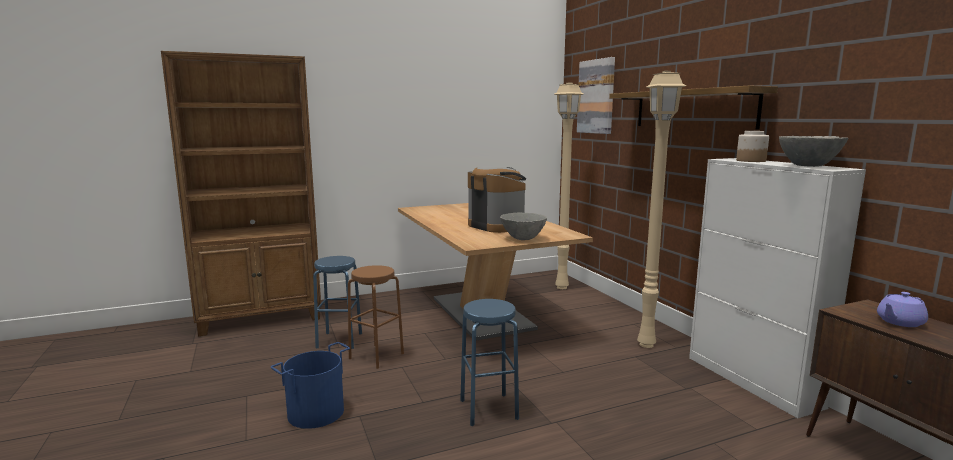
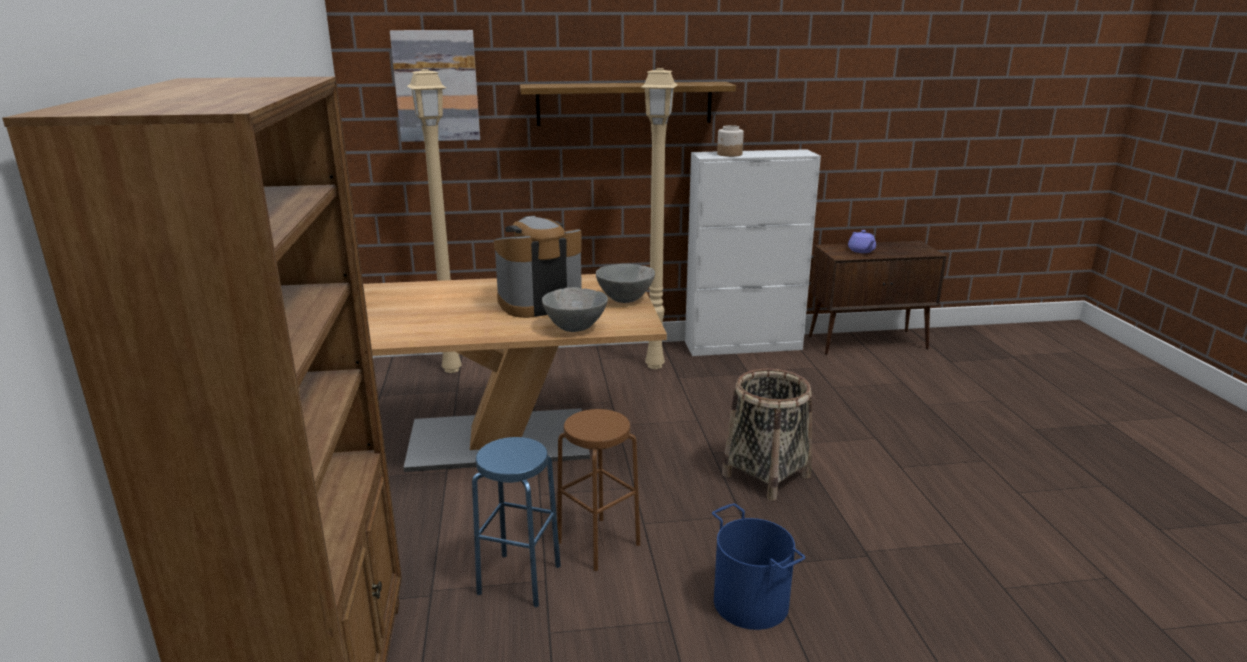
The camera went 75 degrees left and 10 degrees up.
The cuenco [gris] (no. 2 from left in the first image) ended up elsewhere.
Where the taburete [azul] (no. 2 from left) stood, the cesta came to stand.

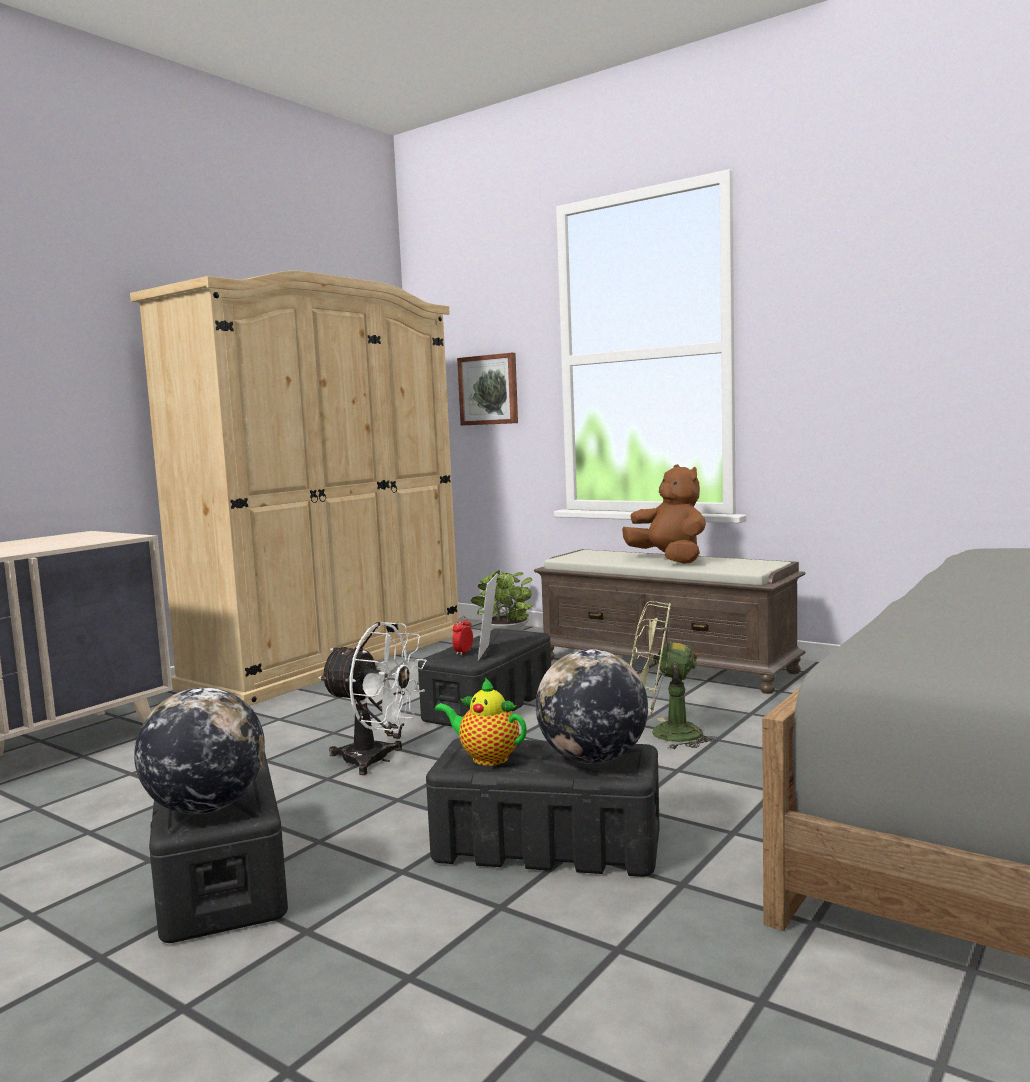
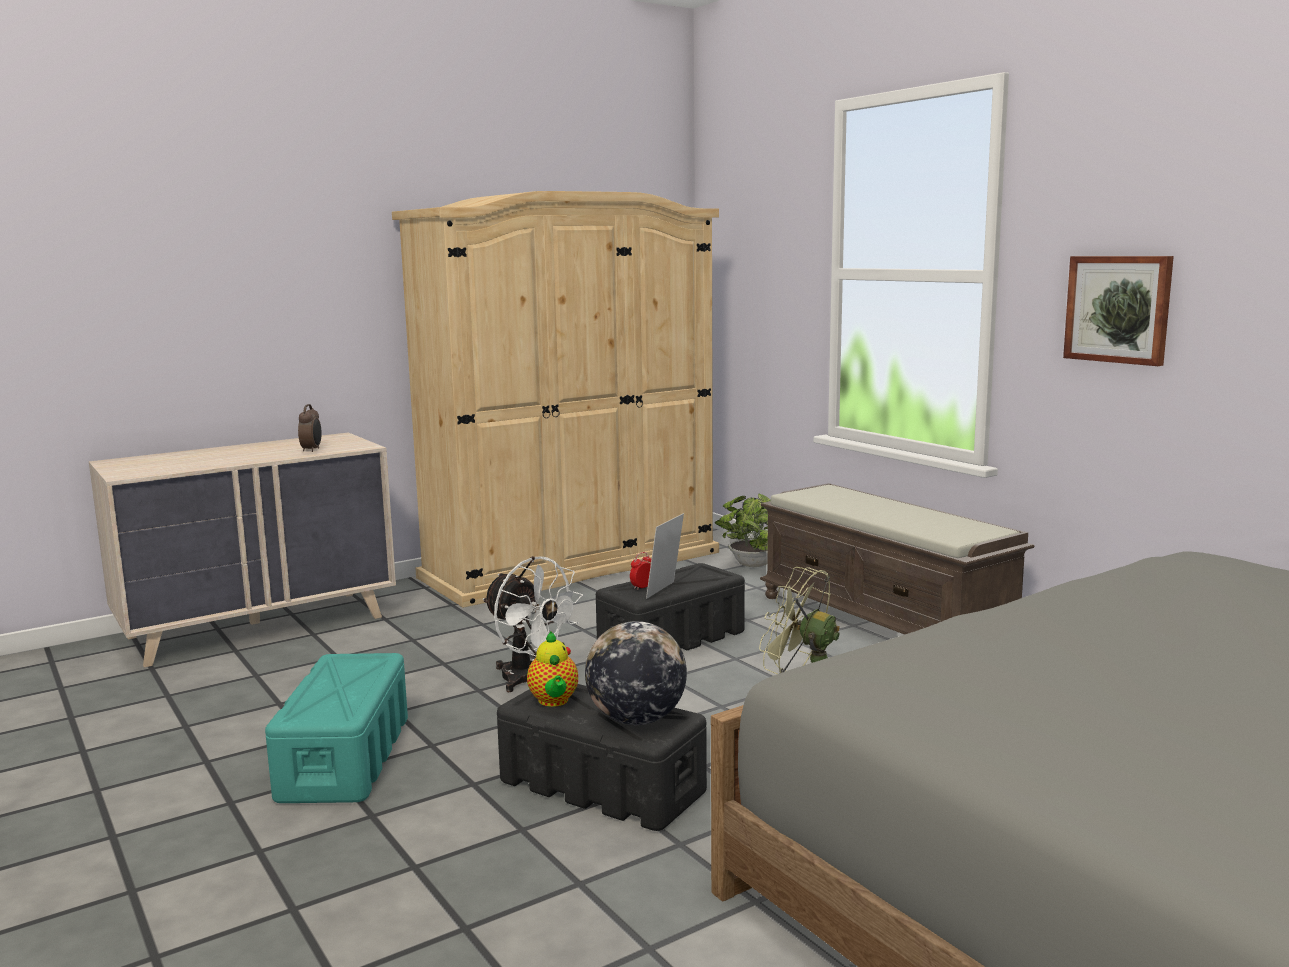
The camera went 20 degrees right and 5 degrees up.
The second view lost the globo terráqueo (no. 1 from left).
The second view lost the peluche [marrón].
The second view gained the despertador (no. 1 from left).
The cuadro ended up elsewhere.
What was the caja de almacenaje [negro] (no. 1 from left) turned into the caja de almacenaje [turquesa].
The tetera ended up facing another way, 150 degrees counterclockwise from before.

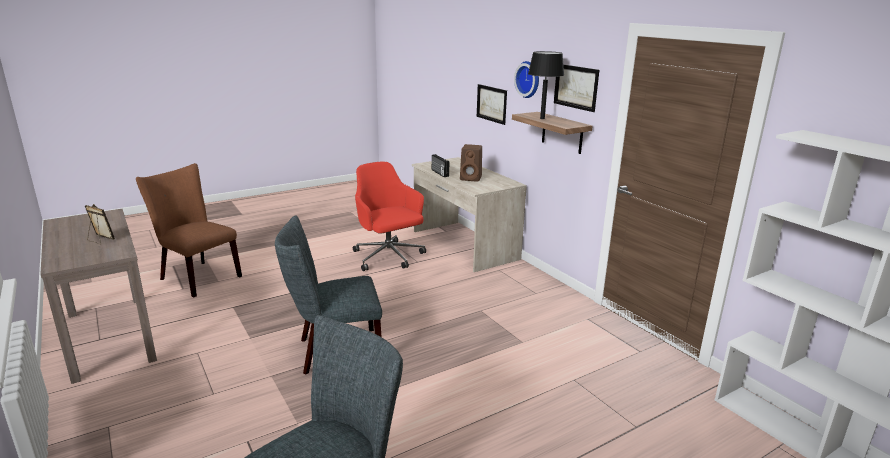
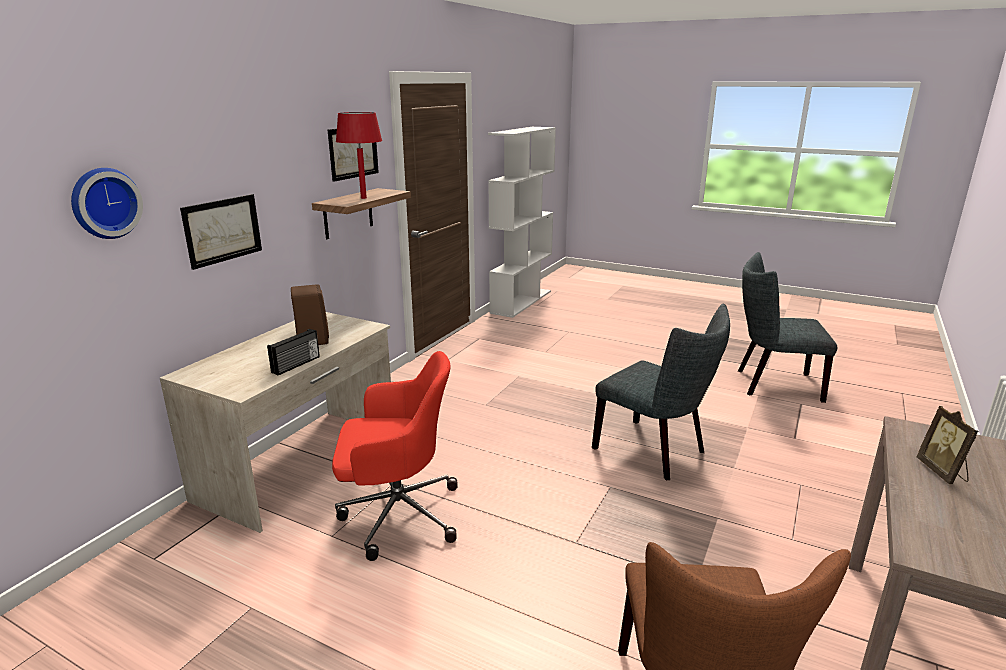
The camera went 120 degrees left and 0 degrees up.
The reloj de pared ended up elsewhere.
What was the lámpara de mesa [negro] turned into the lámpara de mesa [rojo].
The silla de oficina [rojo] ended up facing another way, 120 degrees counterclockwise from before.

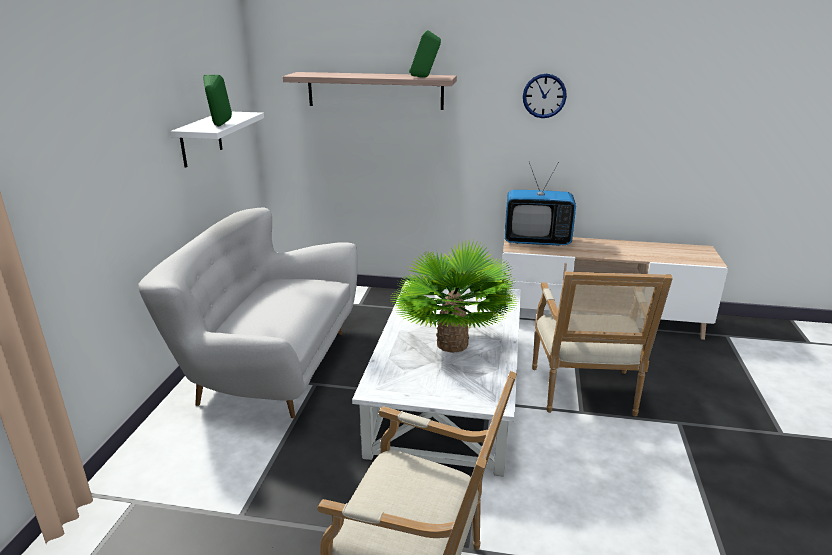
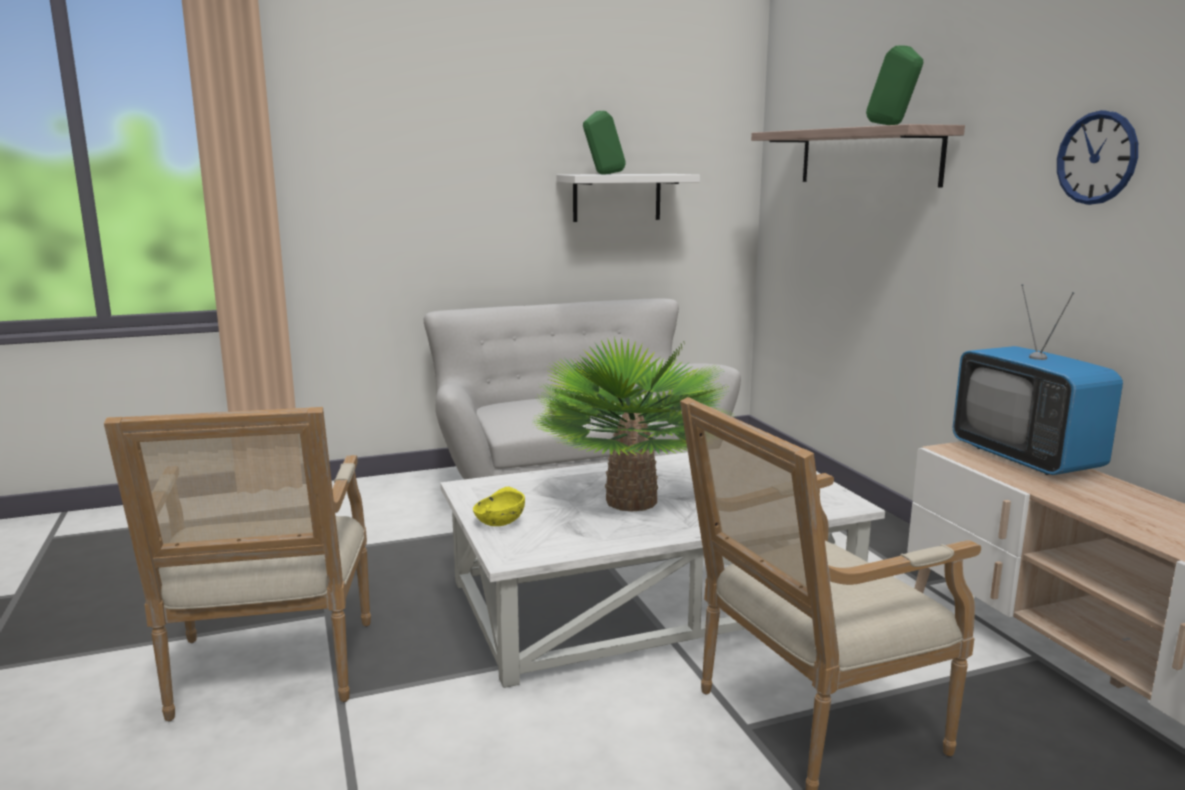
The camera went 60 degrees right and 10 degrees down.
The second view gained the cuenco [amarillo].

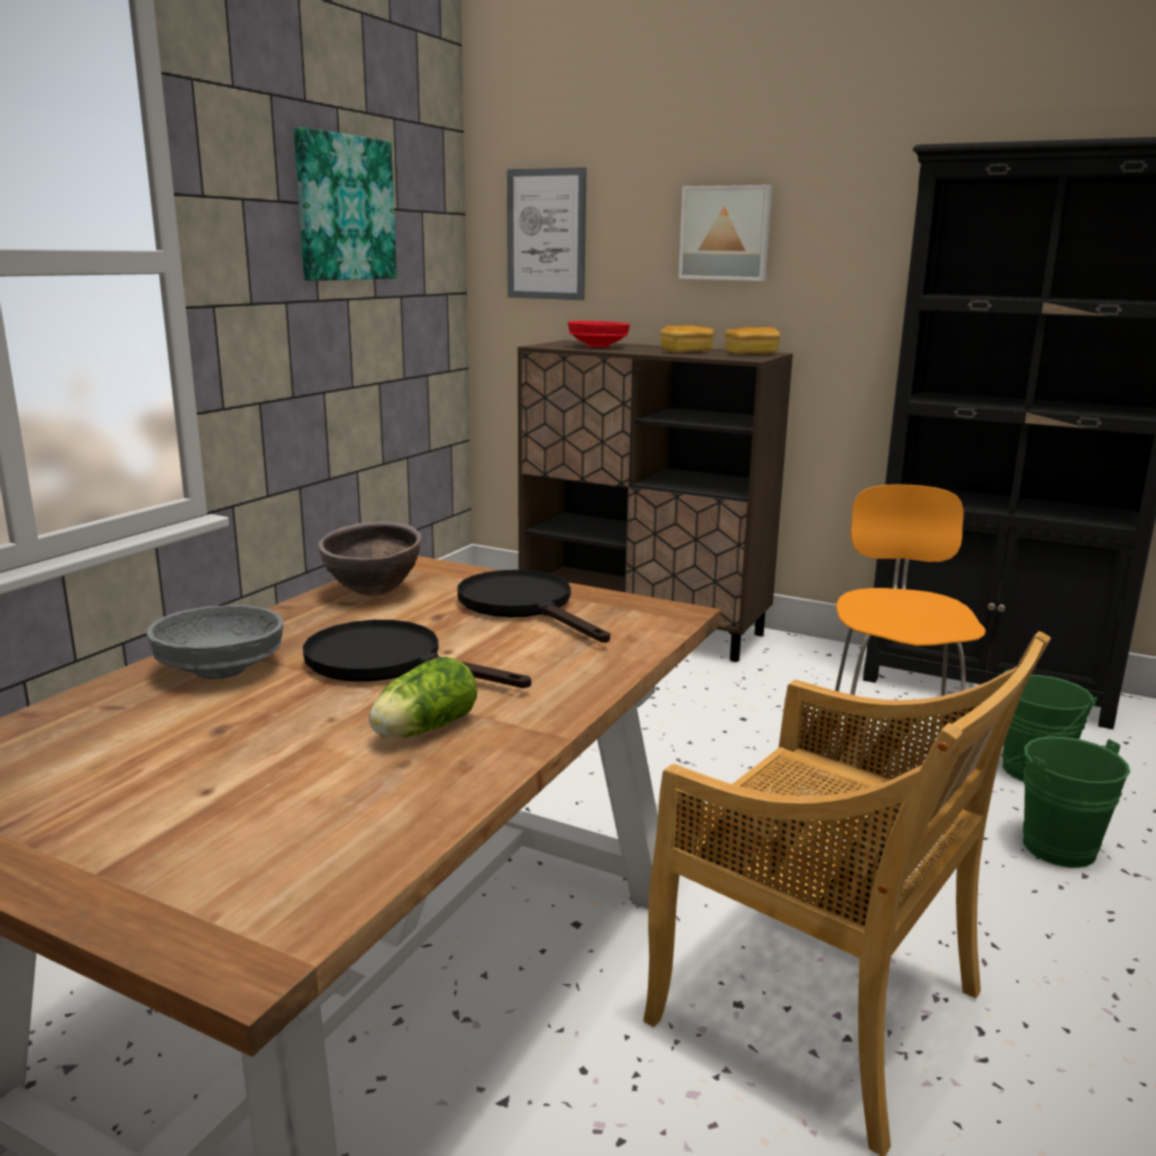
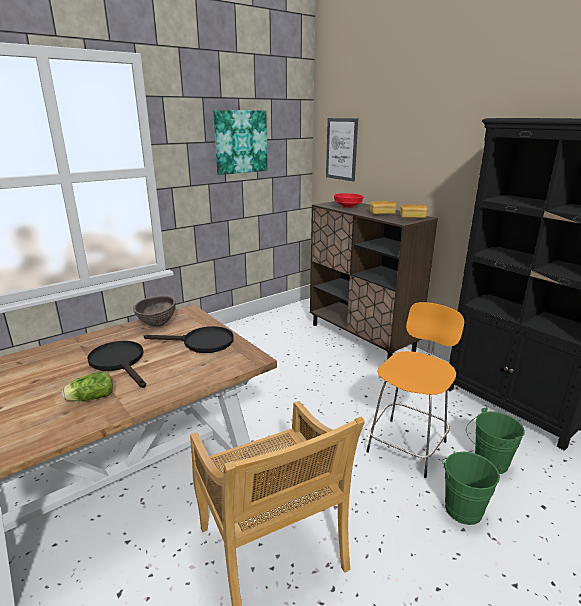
The camera went 25 degrees right and 5 degrees up.
The second view lost the cuenco [gris].
The second view lost the cuadro (no. 3 from left).
The sartén [negro] (no. 2 from left) ended up facing another way, 105 degrees clockwise from before.

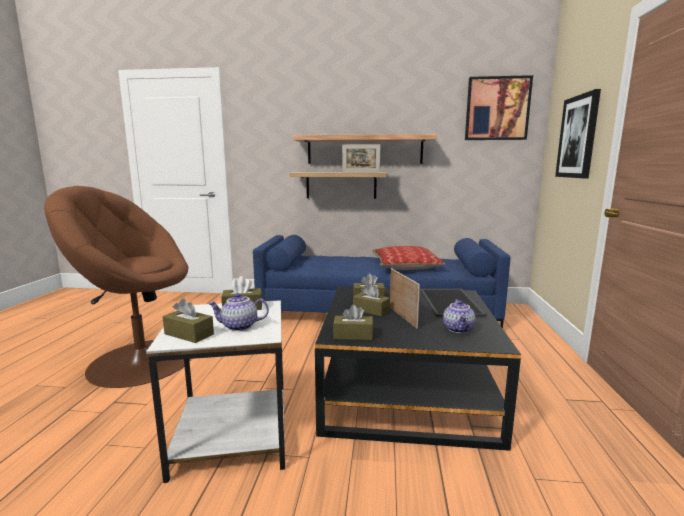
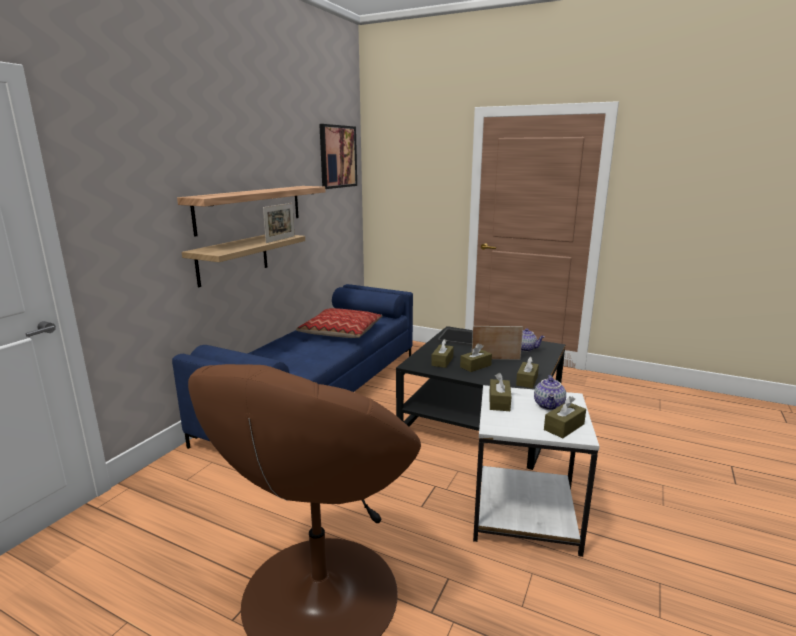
The camera went 70 degrees left and 5 degrees up.
The second view lost the cuadro (no. 2 from left).

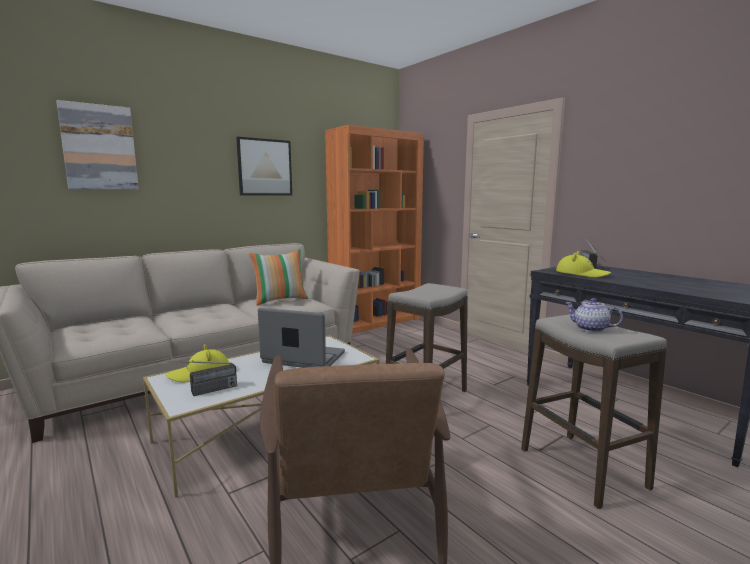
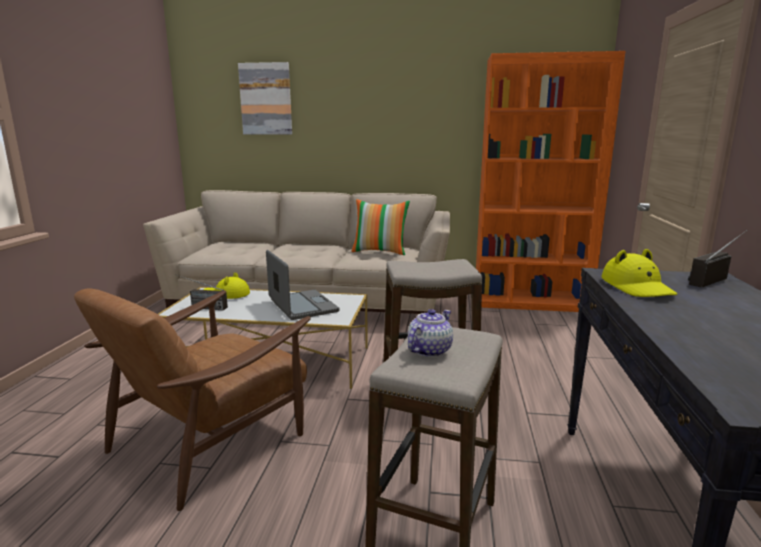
The camera went 45 degrees right and 5 degrees up.
The second view lost the cuadro (no. 2 from left).
The tetera ended up facing another way, 45 degrees clockwise from before.

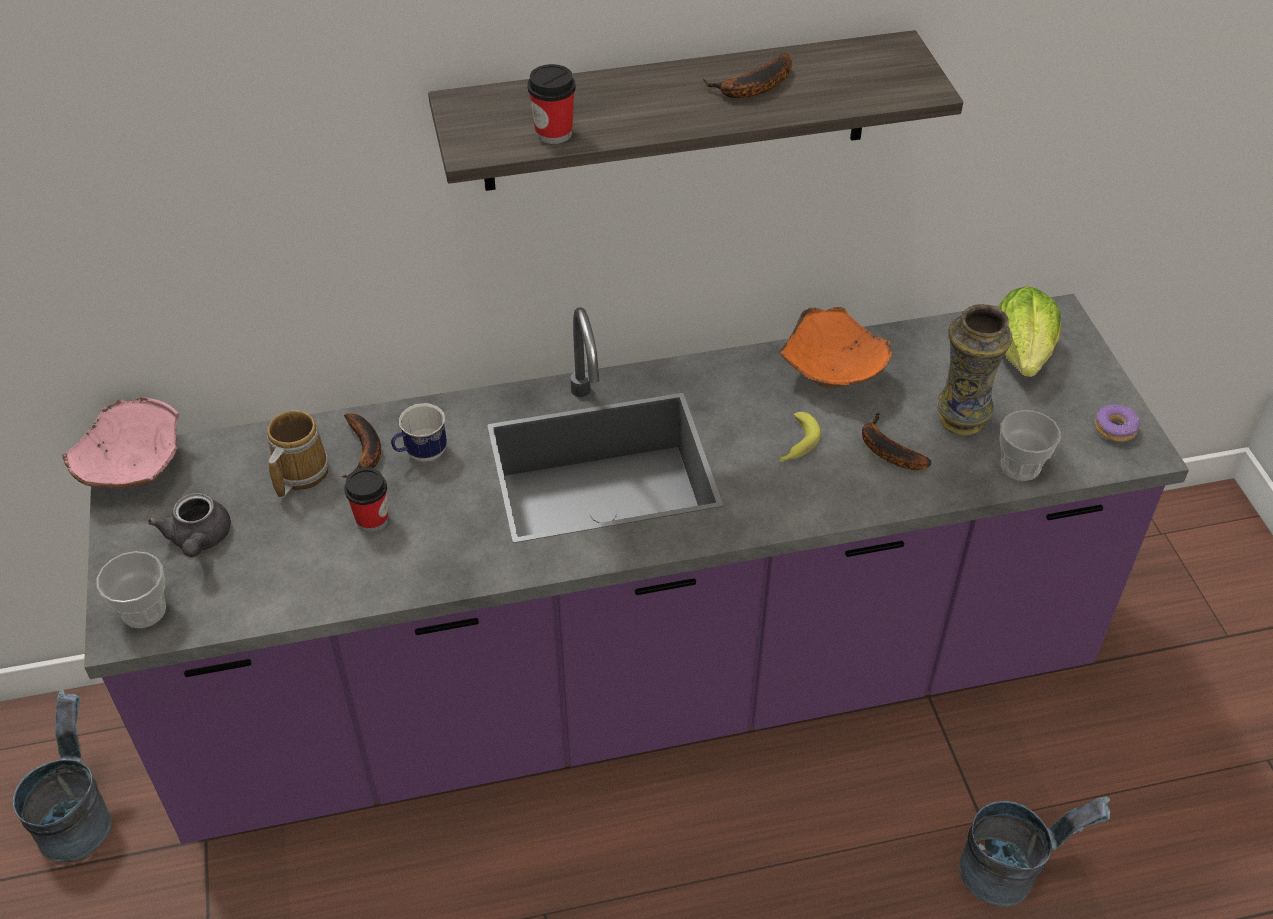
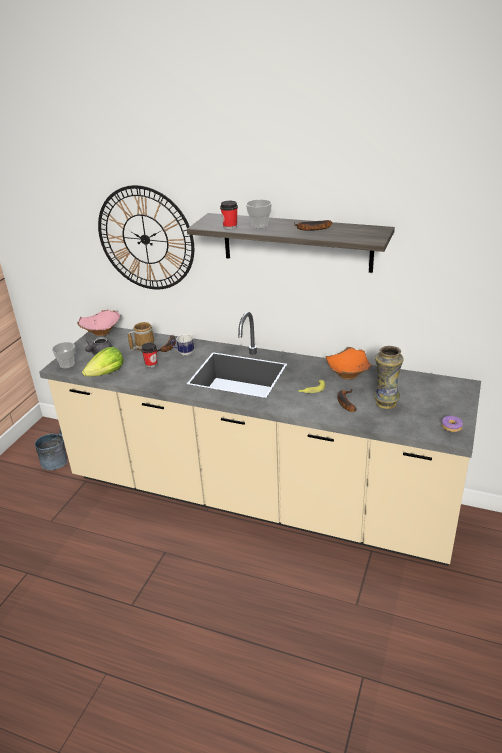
The camera went 35 degrees right and 15 degrees down.
The second view lost the cubo [gris] (no. 2 from left).
The second view gained the reloj de pared.
The lechuga ended up elsewhere.
The taza (no. 4 from left) ended up elsewhere.
What was the mueble bajo de cocina [morado] turned into the mueble bajo de cocina [beis].

